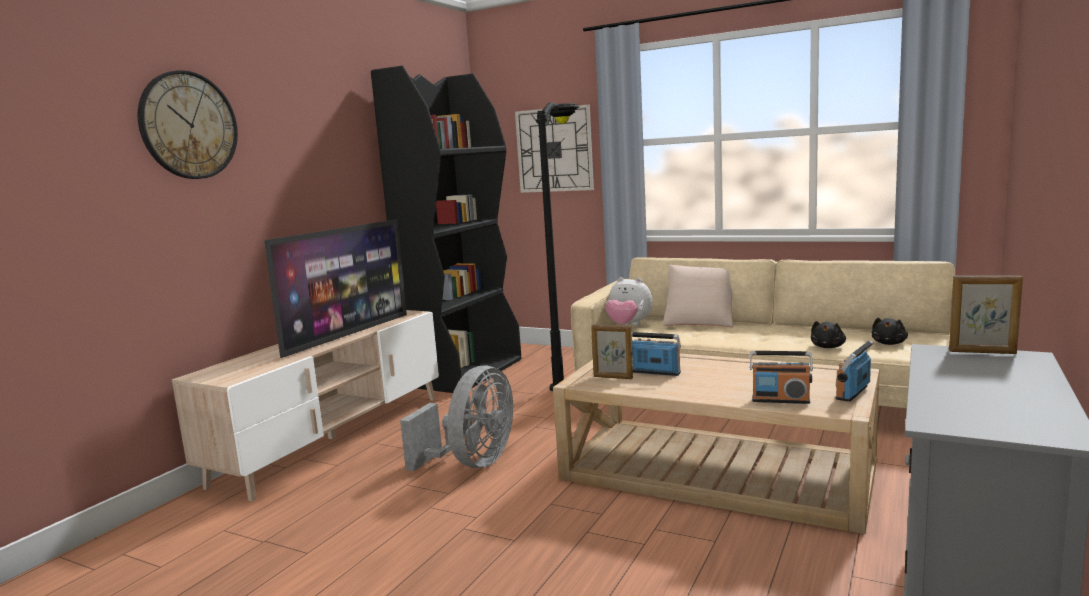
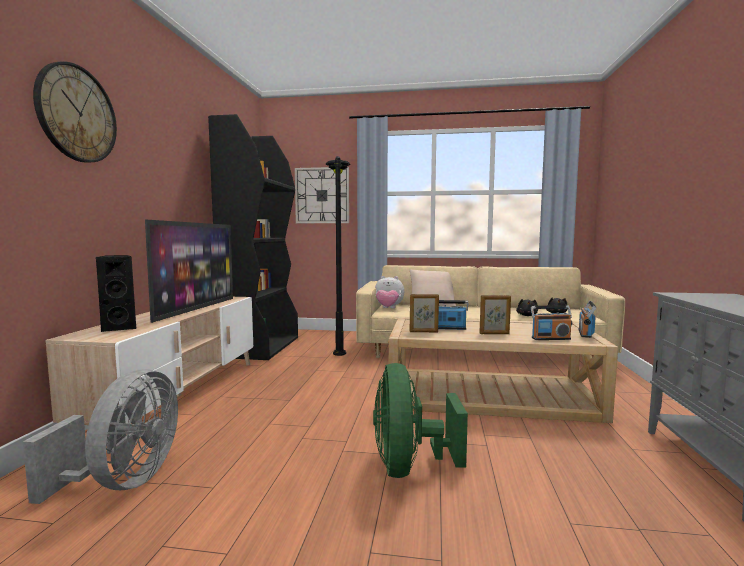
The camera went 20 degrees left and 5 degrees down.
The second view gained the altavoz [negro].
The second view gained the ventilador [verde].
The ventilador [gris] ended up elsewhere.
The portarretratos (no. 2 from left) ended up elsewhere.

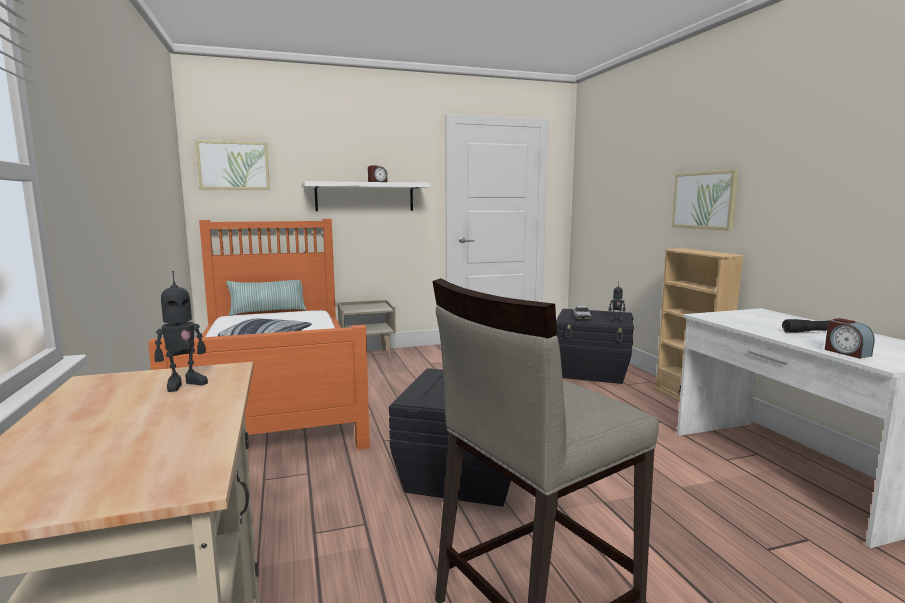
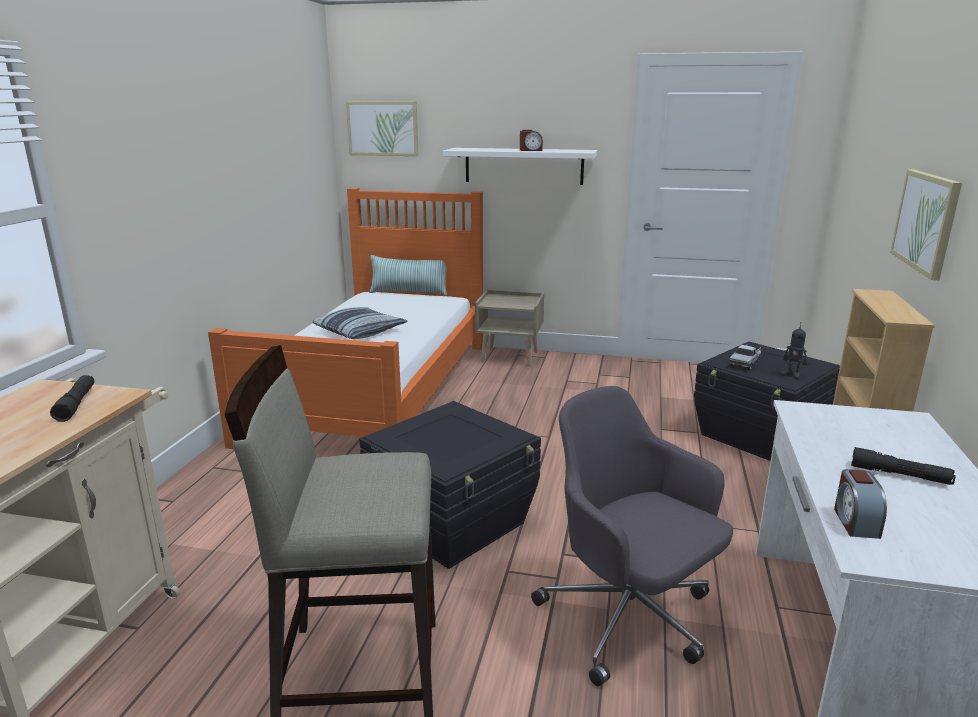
The camera went 30 degrees right and 10 degrees up.
The second view gained the silla de oficina [gris].
Where the robot de juguete (no. 1 from left) stood, the linterna [negro] (no. 1 from left) came to stand.

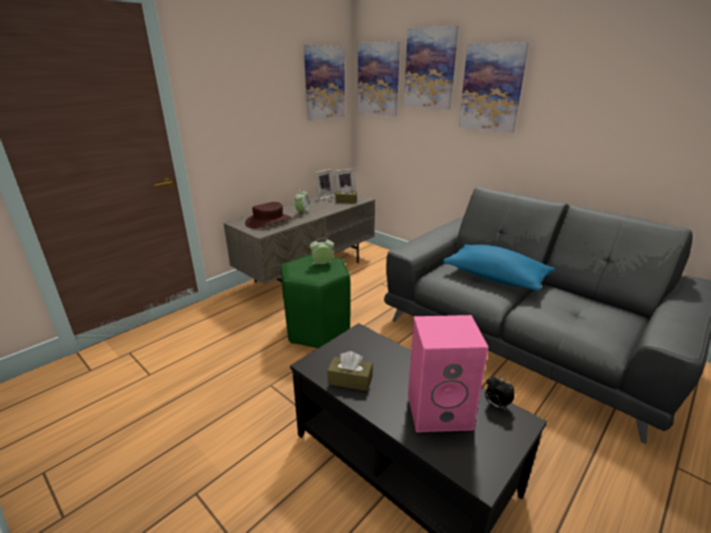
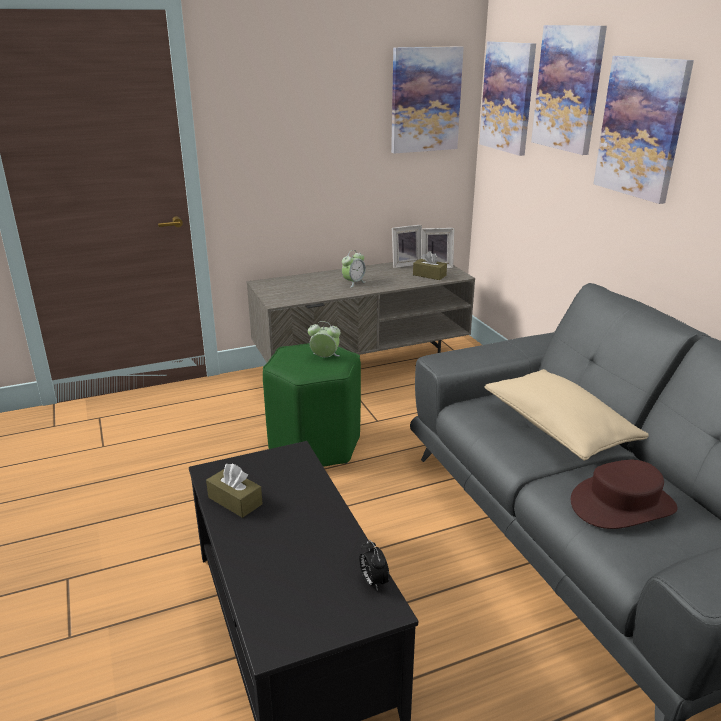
The camera went 25 degrees right and 0 degrees up.
The second view lost the altavoz [rosa].
The sombrero [marrón] ended up elsewhere.
What was the cojín [azul] turned into the cojín [beis].

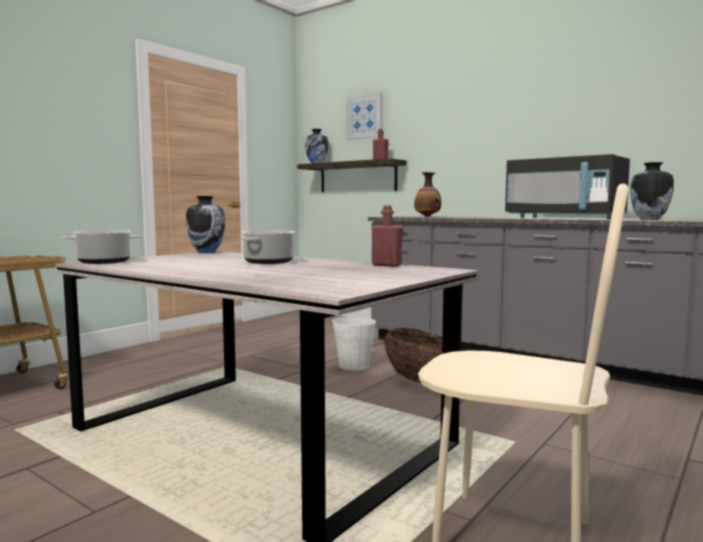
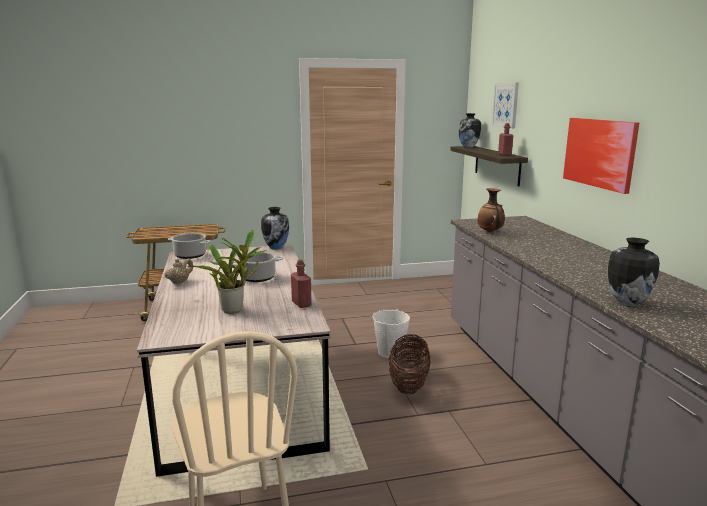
The camera went 40 degrees right and 10 degrees up.
The second view lost the microondas [negro].
The second view gained the tetera [beis].
The second view gained the planta en maceta.
The second view gained the cuadro (no. 2 from left).

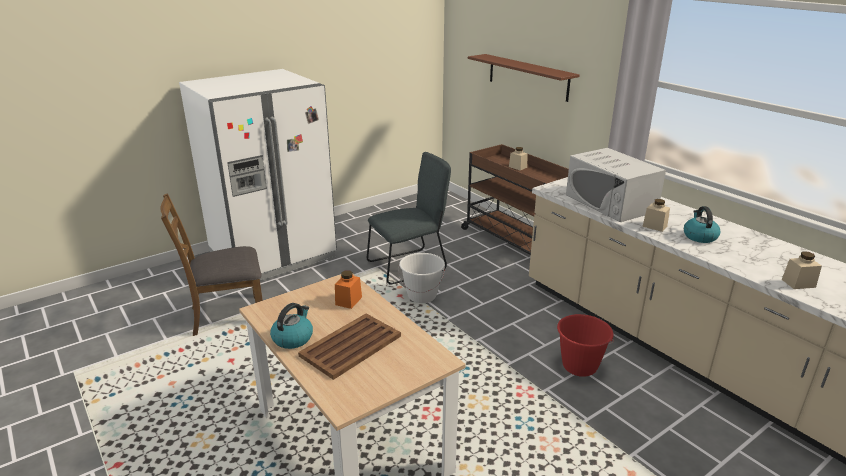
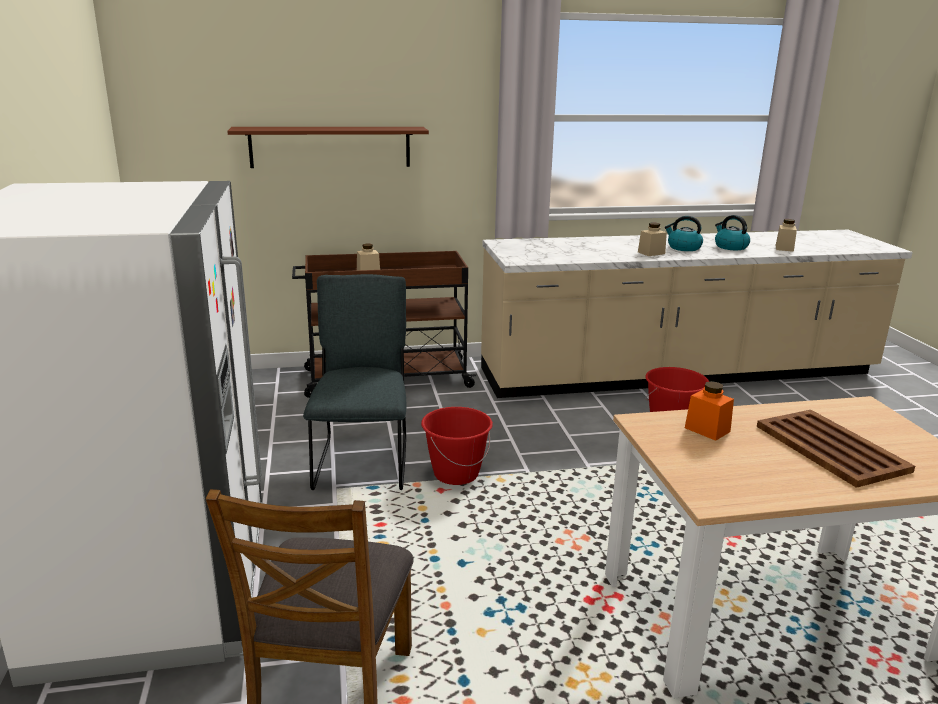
The camera went 65 degrees left and 5 degrees down.
The second view lost the microondas [blanco].
The hervidor (no. 1 from left in the first image) ended up elsewhere.
What was the cubo [blanco] turned into the cubo [rojo] (no. 1 from left).

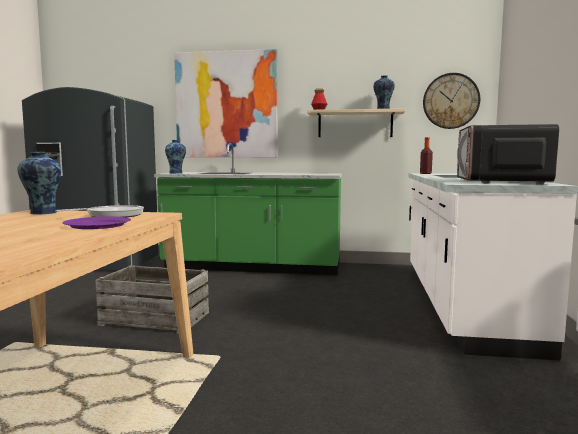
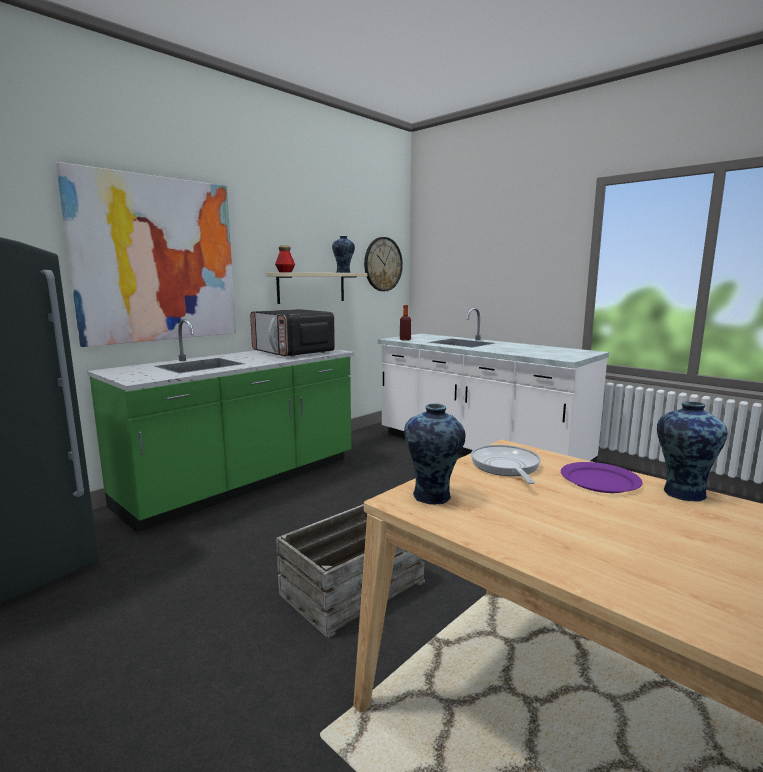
The camera went 55 degrees left and 5 degrees up.
The florero (no. 2 from left in the first image) ended up elsewhere.
The microondas ended up elsewhere.

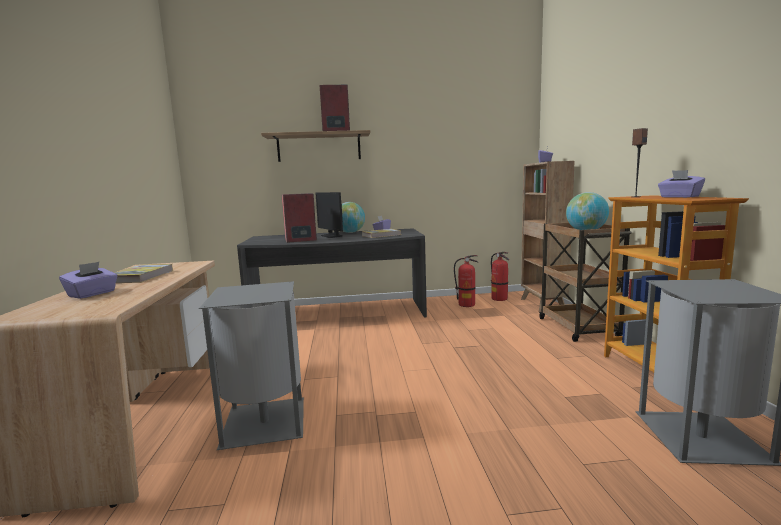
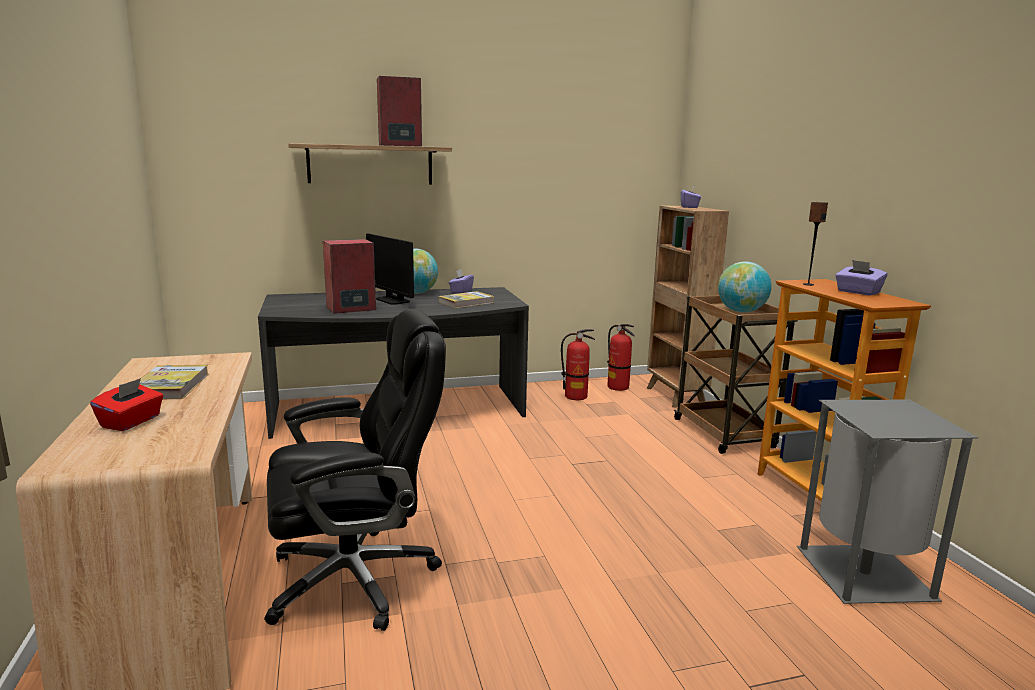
The camera went 10 degrees left and 5 degrees up.
Where the papelera [gris] (no. 1 from left) stood, the silla de oficina [negro] came to stand.
What was the caja de pañuelos [morado] (no. 1 from left) turned into the caja de pañuelos [rojo].

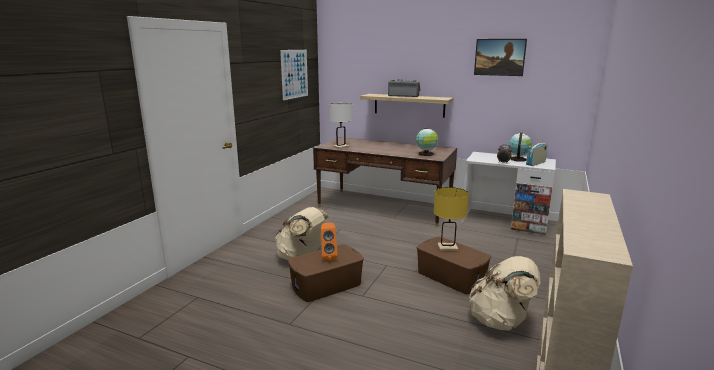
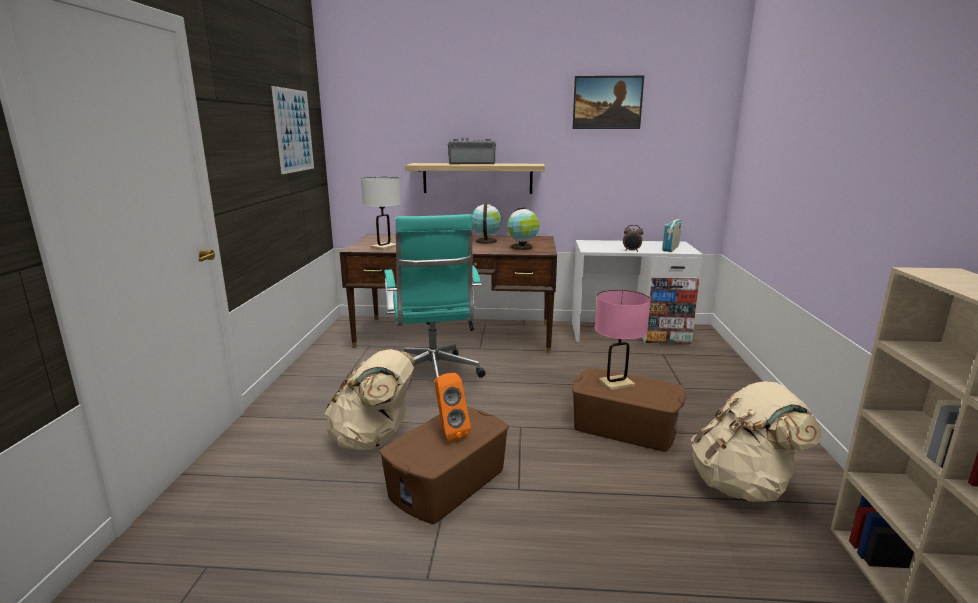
The camera went 20 degrees left and 0 degrees up.
The second view gained the silla de oficina [turquesa].
The globo terráqueo (no. 2 from left in the first image) ended up elsewhere.
What was the lámpara de mesa [amarillo] turned into the lámpara de mesa [rosa].

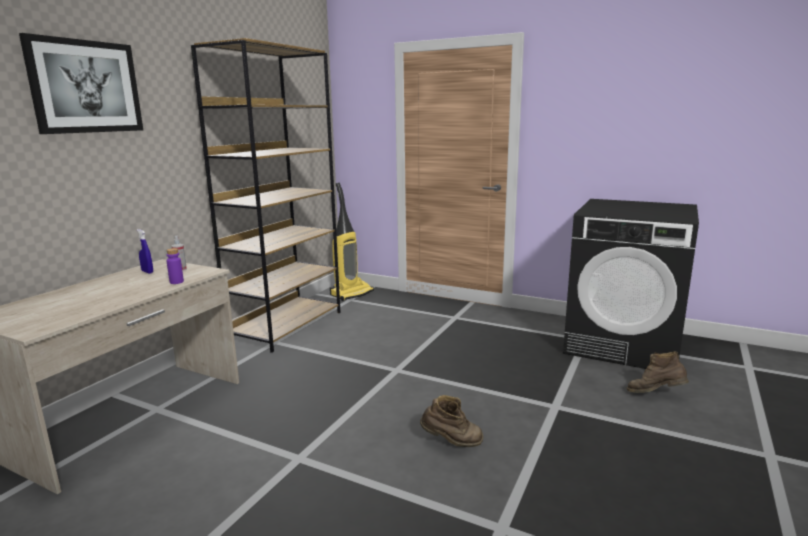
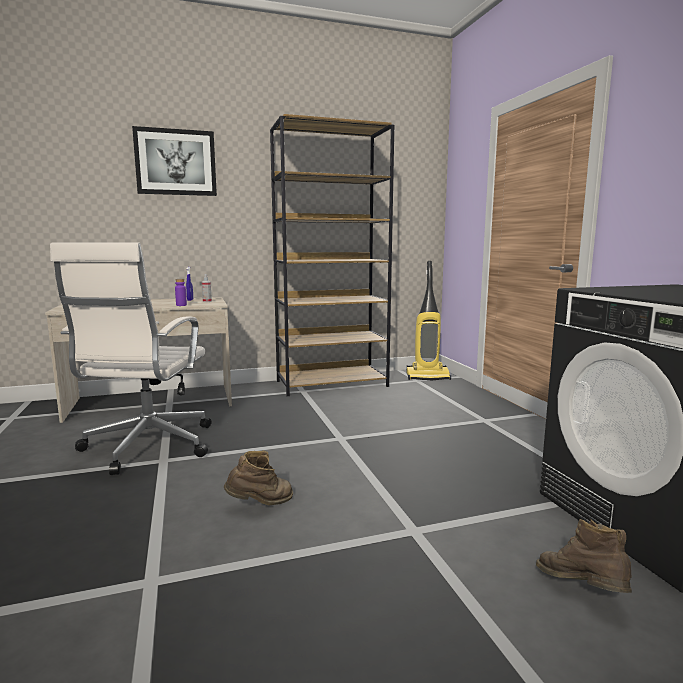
The camera went 45 degrees right and 5 degrees down.
The second view gained the silla de oficina [blanco].
The bota [marrón] (no. 1 from left) ended up facing another way, 75 degrees counterclockwise from before.

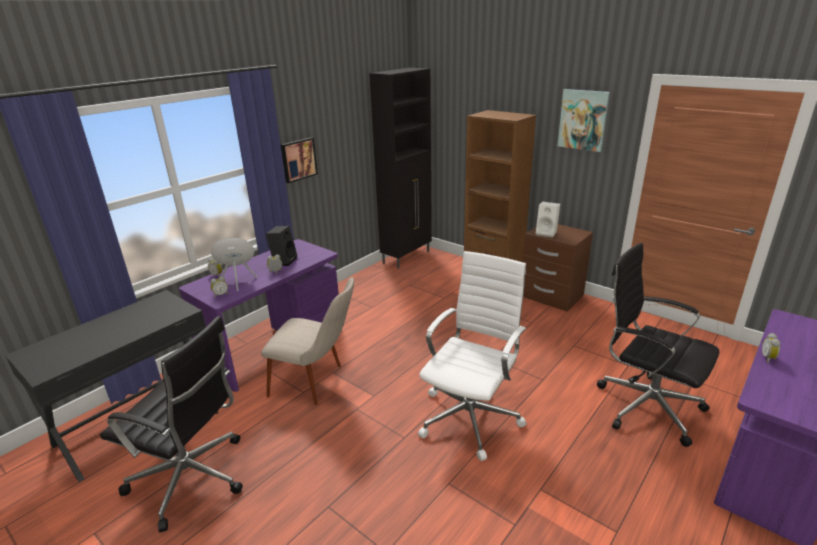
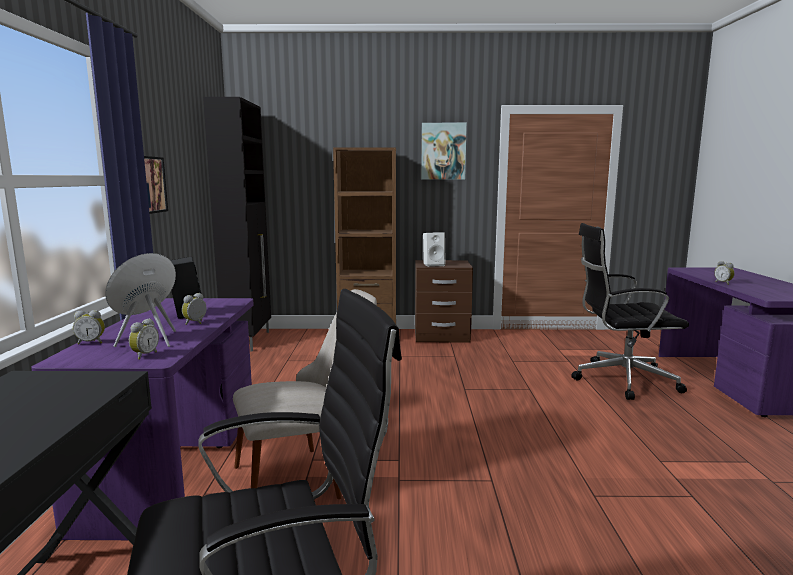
The camera went 40 degrees left and 15 degrees down.
The second view lost the silla de oficina [blanco].

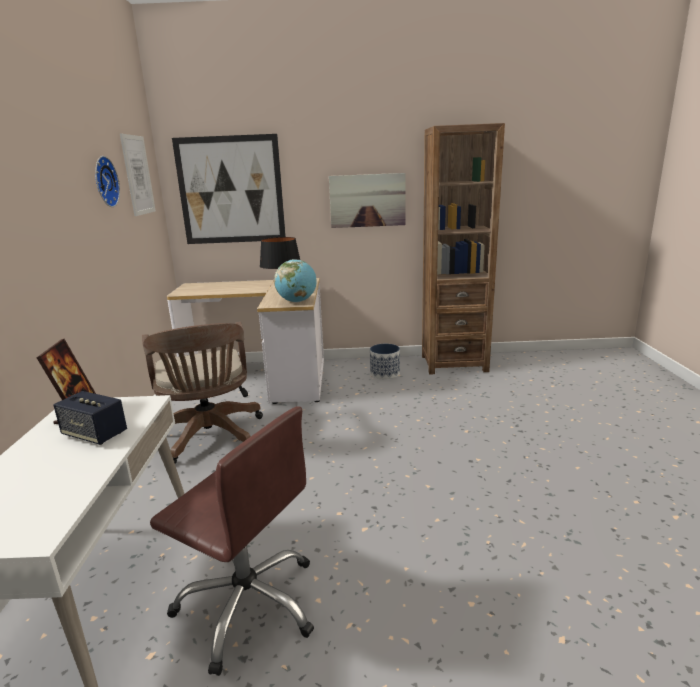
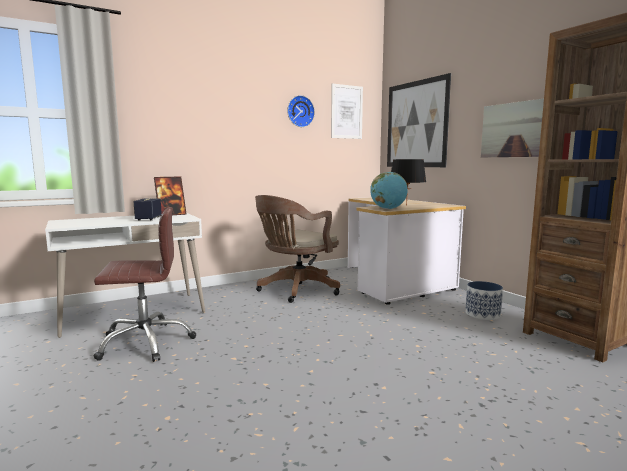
The camera went 60 degrees right and 10 degrees down.
The silla de oficina [marrón] (no. 2 from left in the first image) ended up facing another way, 105 degrees counterclockwise from before.

